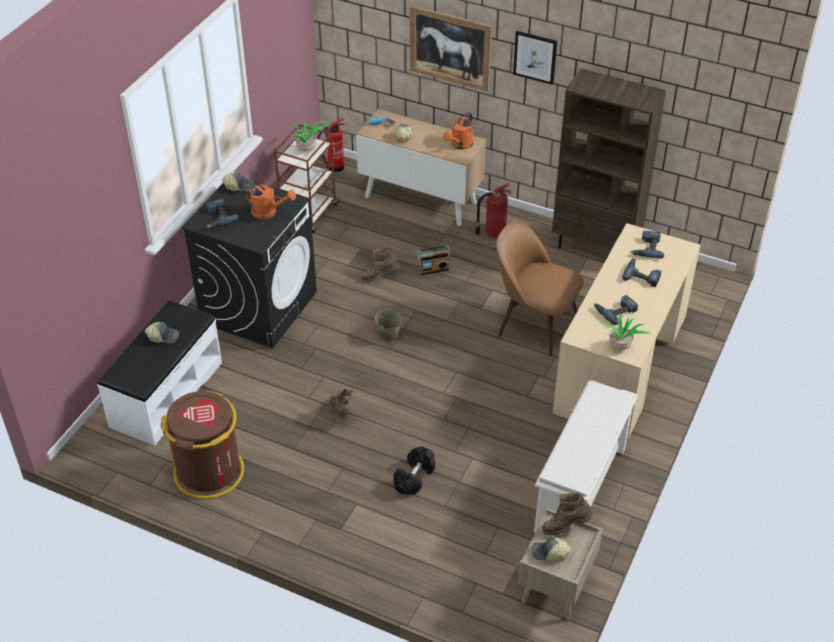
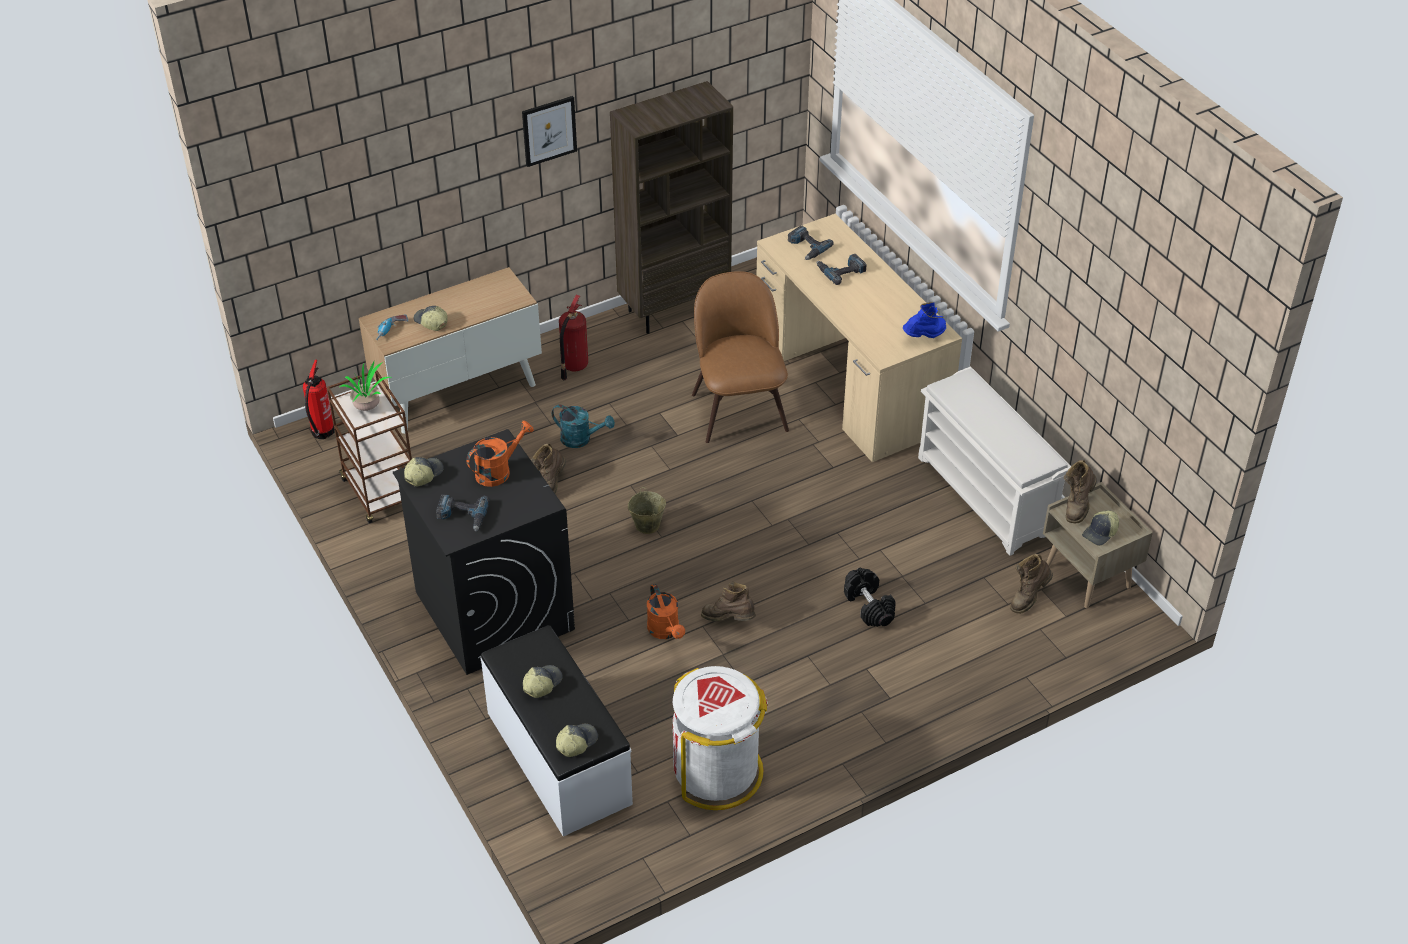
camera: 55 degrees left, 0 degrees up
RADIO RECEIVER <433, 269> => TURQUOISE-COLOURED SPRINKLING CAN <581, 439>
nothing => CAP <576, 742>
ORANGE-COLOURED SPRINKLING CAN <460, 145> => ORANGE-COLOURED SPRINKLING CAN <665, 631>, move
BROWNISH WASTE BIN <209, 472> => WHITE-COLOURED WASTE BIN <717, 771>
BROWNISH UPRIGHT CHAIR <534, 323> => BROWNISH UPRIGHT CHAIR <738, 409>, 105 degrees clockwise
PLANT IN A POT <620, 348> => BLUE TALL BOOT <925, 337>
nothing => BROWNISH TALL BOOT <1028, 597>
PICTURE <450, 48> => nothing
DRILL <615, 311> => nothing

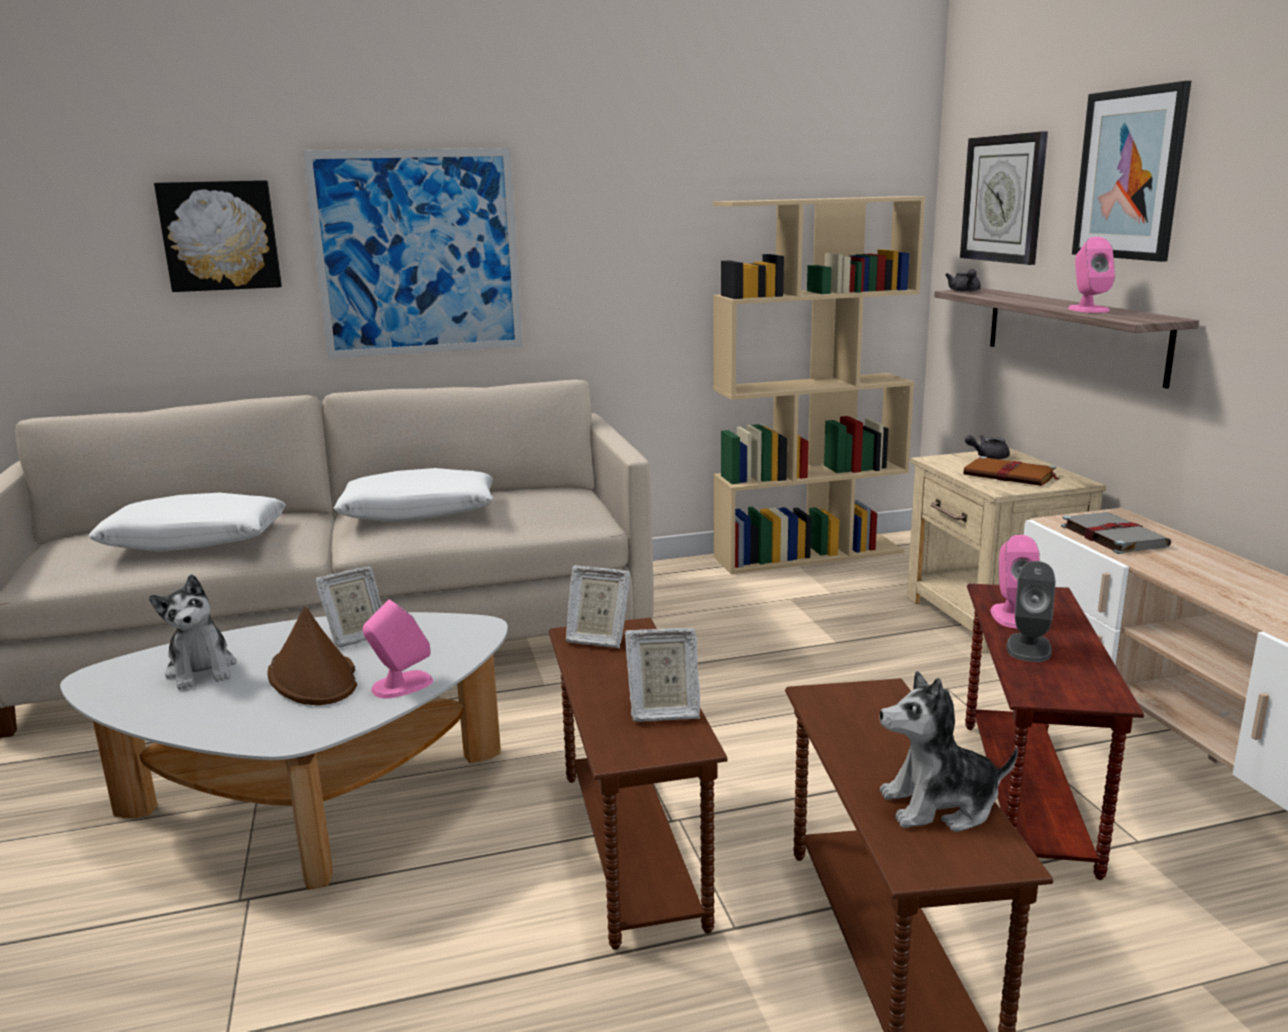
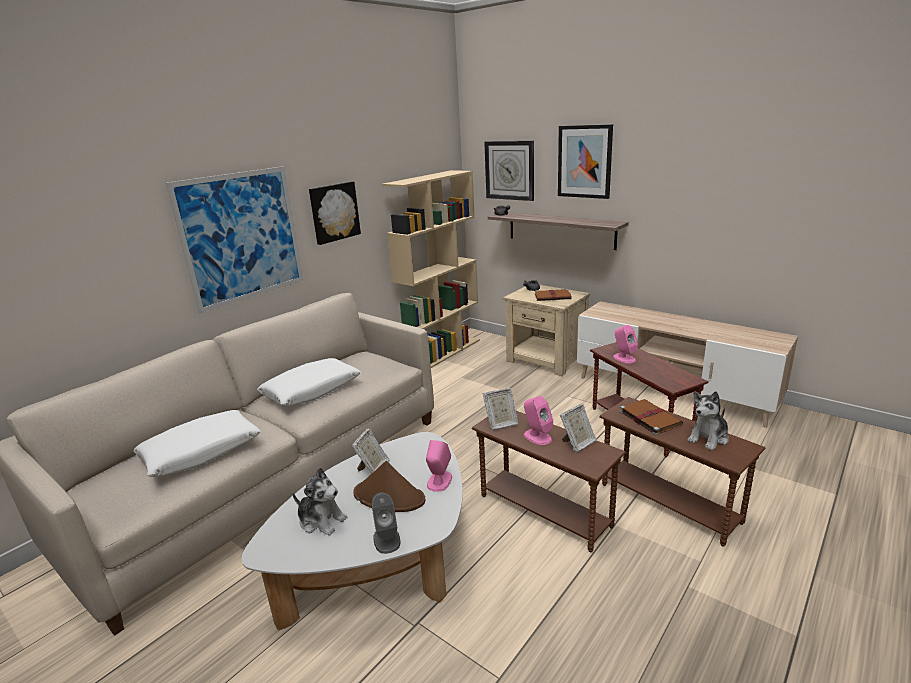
camera: 35 degrees left, 5 degrees up
PICTURE <220, 236> => PICTURE <334, 212>, move
GREY AUDIO SPEAKER <1028, 647> => GREY AUDIO SPEAKER <386, 539>, move
PINKISH AUDIO SPEAKER <1088, 309> => PINKISH AUDIO SPEAKER <537, 437>, move
nothing => BROWNISH VOLUME <649, 418>
GREY VOLUME <1112, 536> => nothing

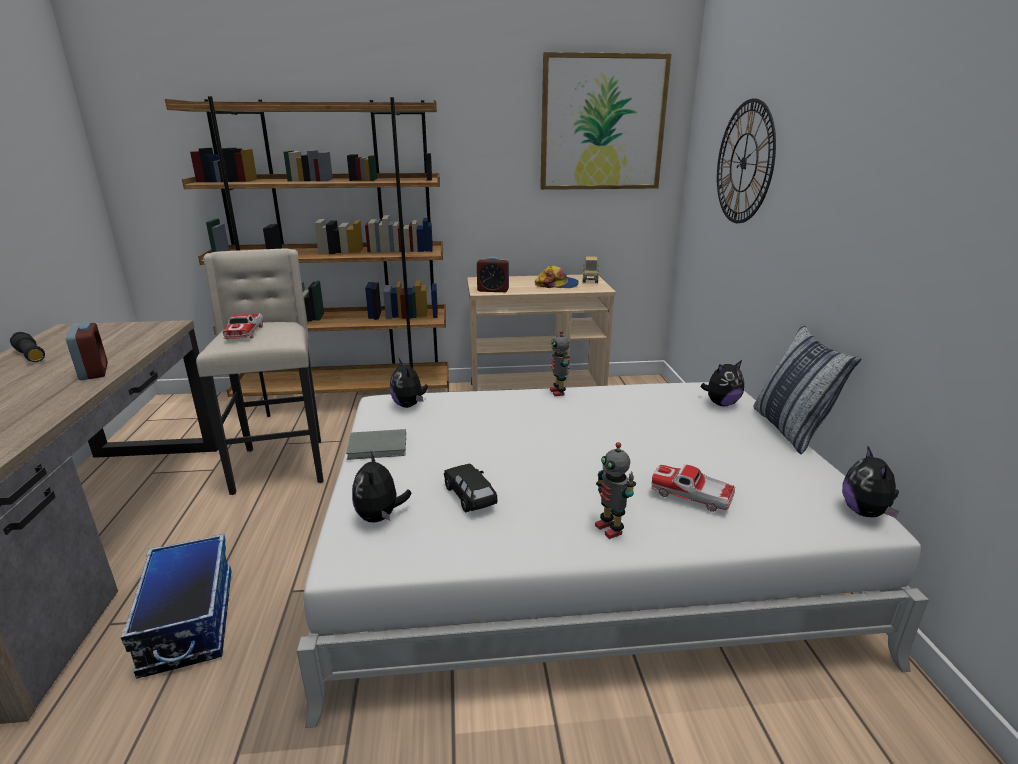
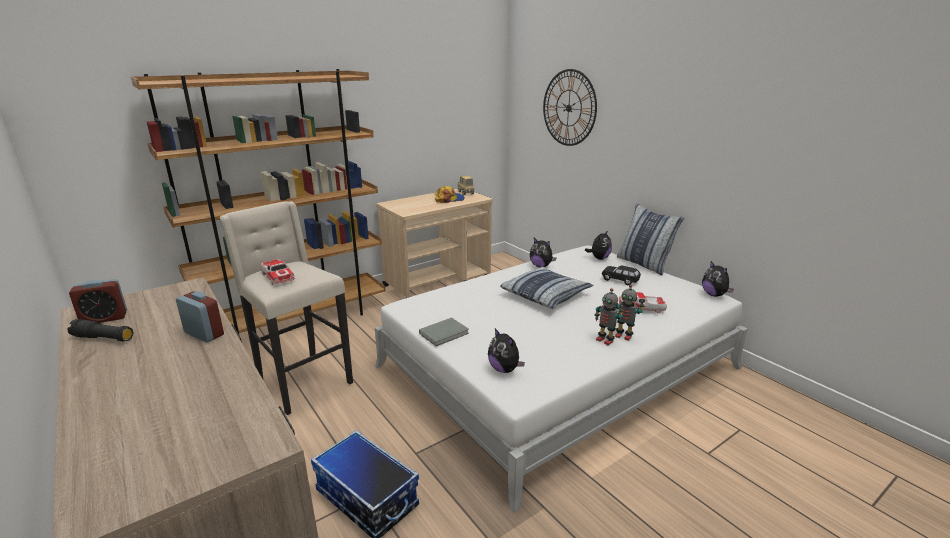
camera: 30 degrees left, 0 degrees up
ALARM CLOCK <493, 290> => ALARM CLOCK <104, 318>, move
nothing => THROW PILLOW <546, 294>
CUDDLY TOY <409, 405> => CUDDLY TOY <541, 266>, move
ROBOT FIGURE <558, 392> => ROBOT FIGURE <605, 340>, move
BLACK TOY CAR <470, 496> => BLACK TOY CAR <620, 280>, move
PICTURE <602, 123> => nothing

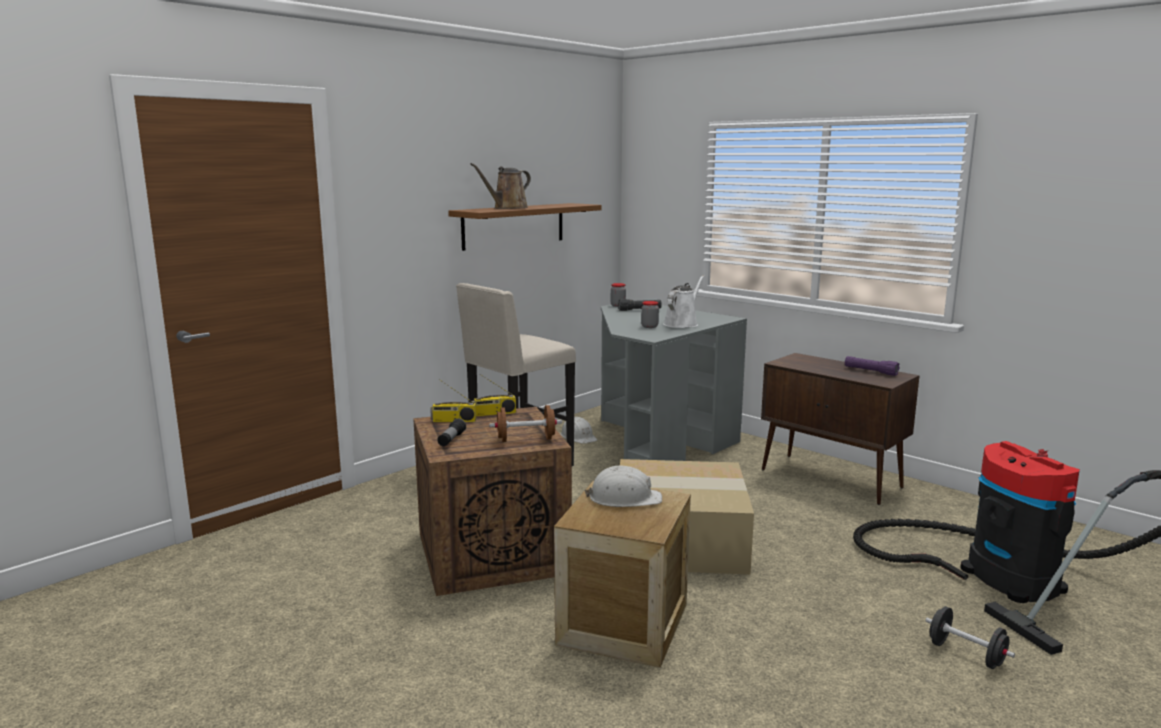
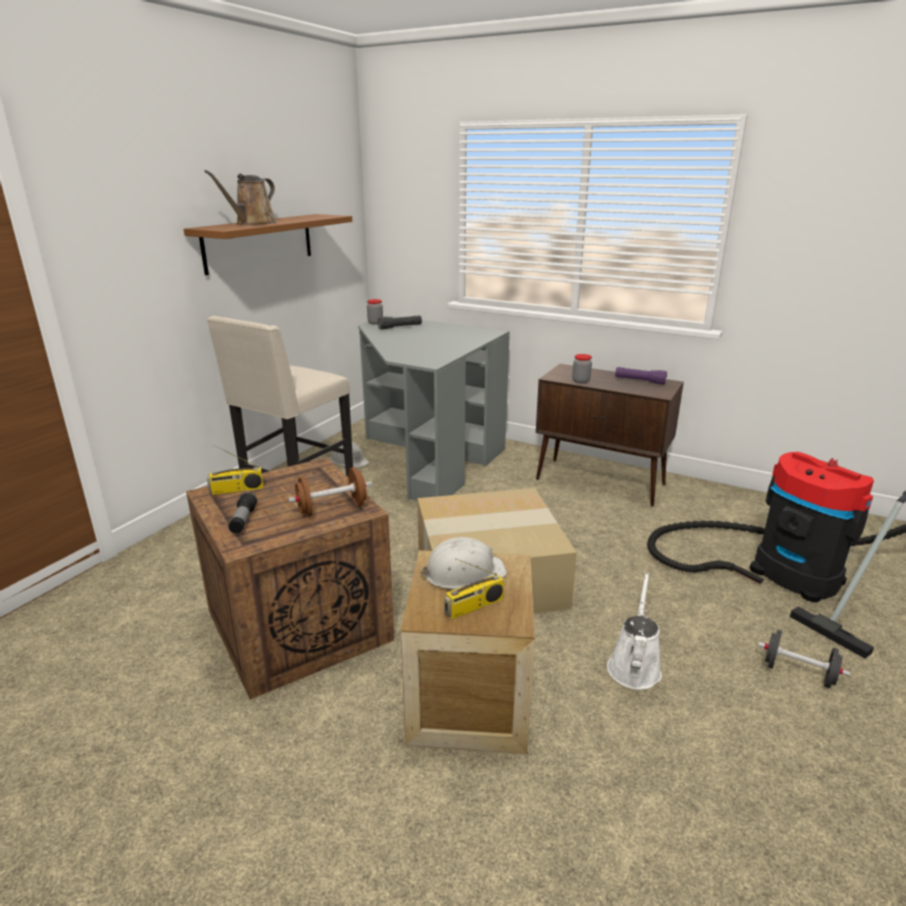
camera: 15 degrees left, 10 degrees up
RADIO RECEIVER <494, 413> => RADIO RECEIVER <474, 607>, move
JAR <649, 326> => JAR <581, 381>, move
WHITE-COLOURED SPRINKLING CAN <682, 324> => WHITE-COLOURED SPRINKLING CAN <634, 665>, move

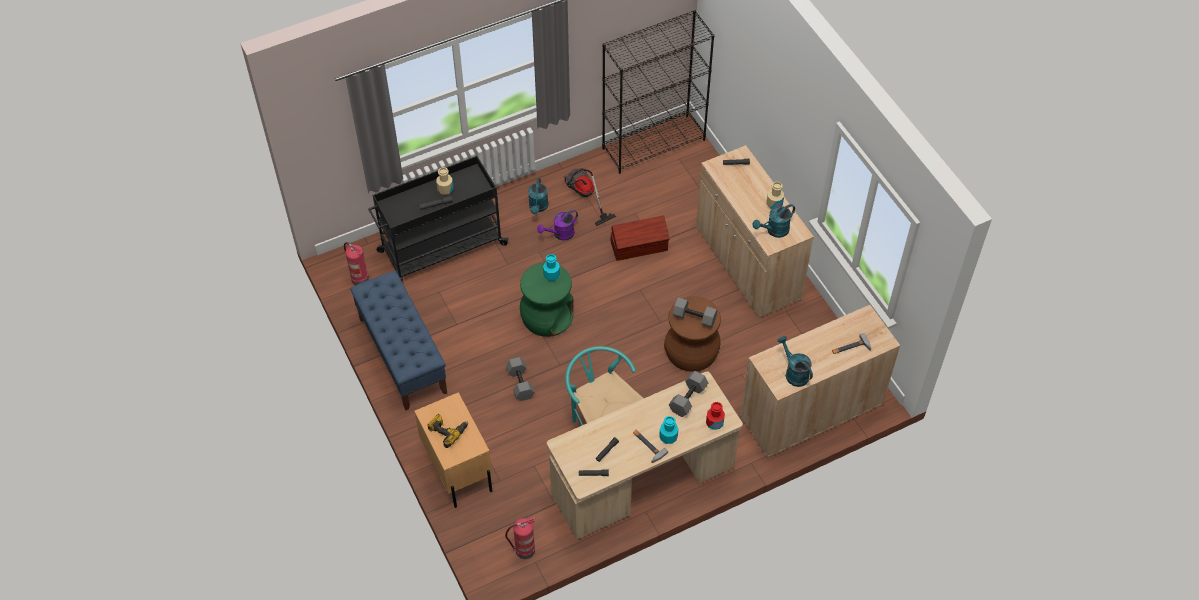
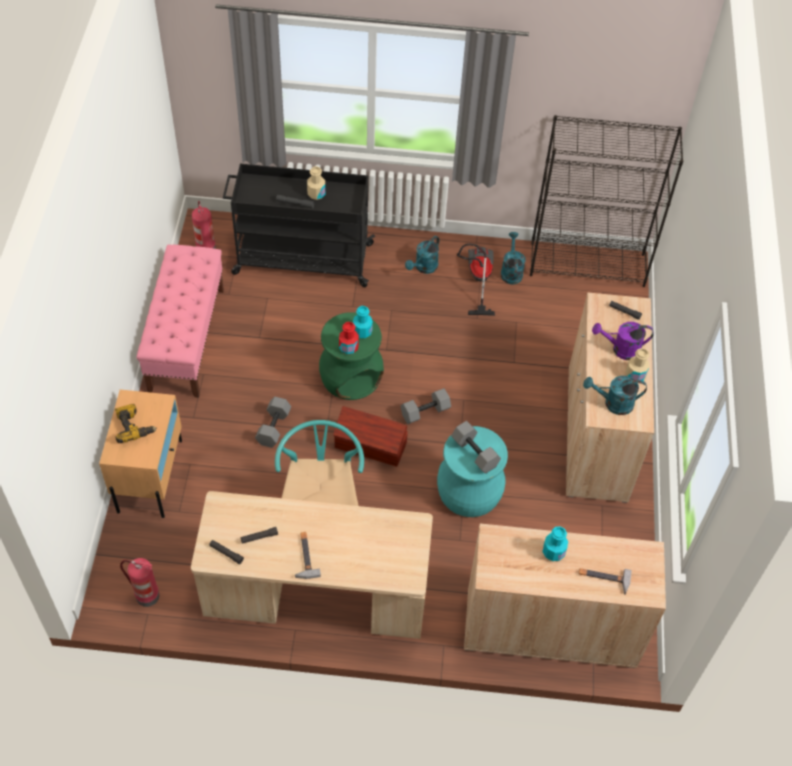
camera: 30 degrees right, 0 degrees up
BLUE LONG SEAT <402, 355> => PINKISH LONG SEAT <186, 339>
BROWNISH STORAGE BOX <639, 247> => BROWNISH STORAGE BOX <371, 446>, move
RED BOTTLE <714, 423> => RED BOTTLE <348, 347>, move
GREY DUMBBELL <687, 398> => GREY DUMBBELL <425, 411>, move
BROWNISH SITTING STOOL <692, 351> => TURQUOISE-COLOURED SITTING STOOL <469, 491>
TURQUOISE-COLOURED SPRINKLING CAN <794, 373> => TURQUOISE-COLOURED SPRINKLING CAN <511, 271>, move
TURQUOISE-COLOURED BOTTLE <668, 437> => TURQUOISE-COLOURED BOTTLE <553, 552>, move
PURPLISH SPRINKLING CAN <560, 234> => PURPLISH SPRINKLING CAN <621, 349>, move

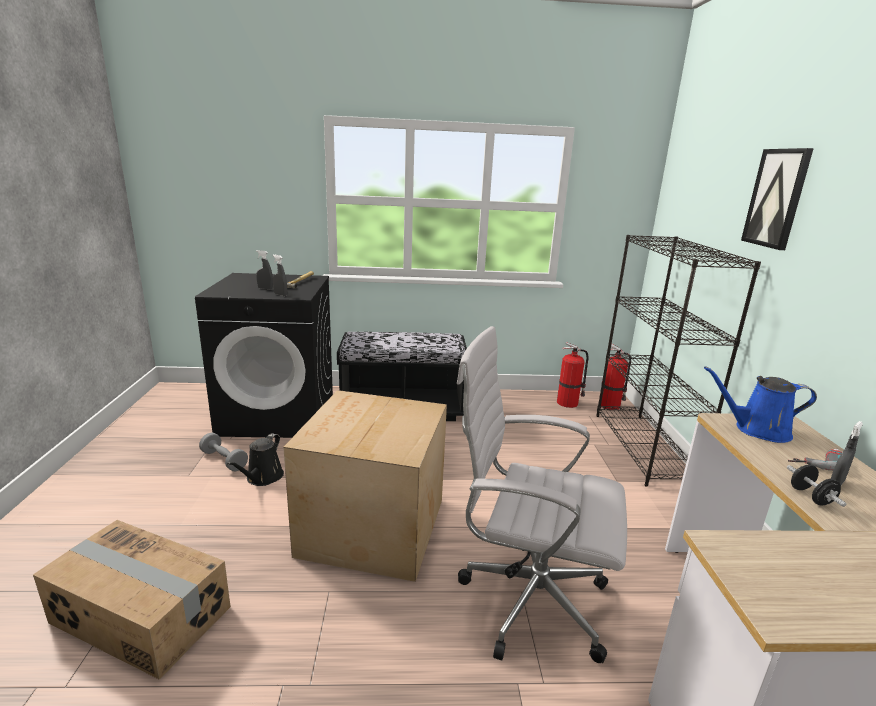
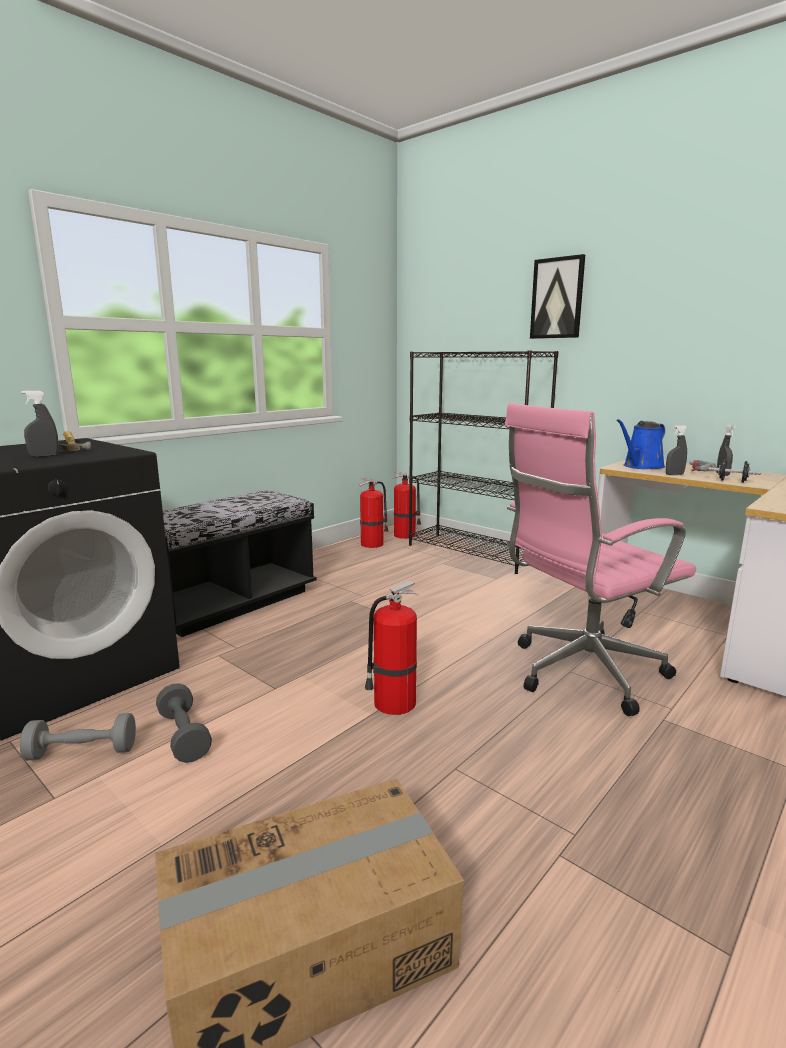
camera: 45 degrees left, 5 degrees down
BLACK SPRINKLING CAN <262, 478> => GREY DUMBBELL <184, 736>
CARDBOARD BOX <370, 528> => FIRE EXTINGUISHER <392, 703>
WHITE-COLOURED COMPUTER CHAIR <526, 599> => PINKISH COMPUTER CHAIR <581, 673>
GREY SPRAYER <280, 295> => GREY SPRAYER <674, 474>, move

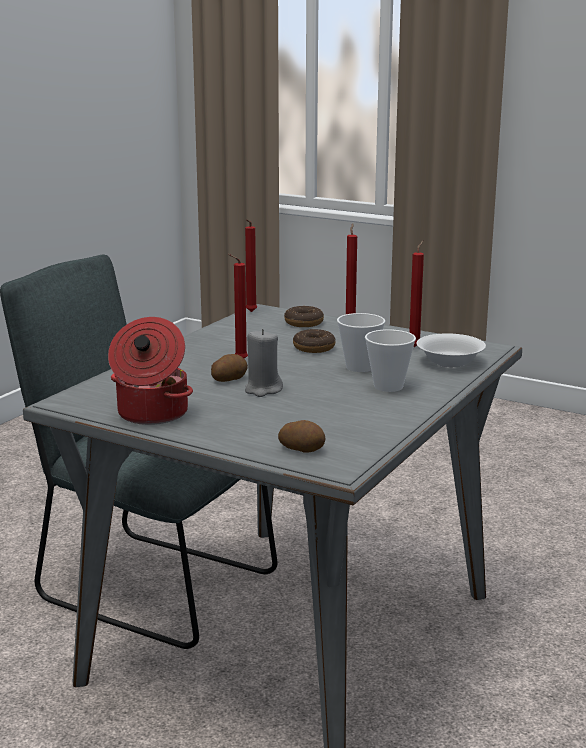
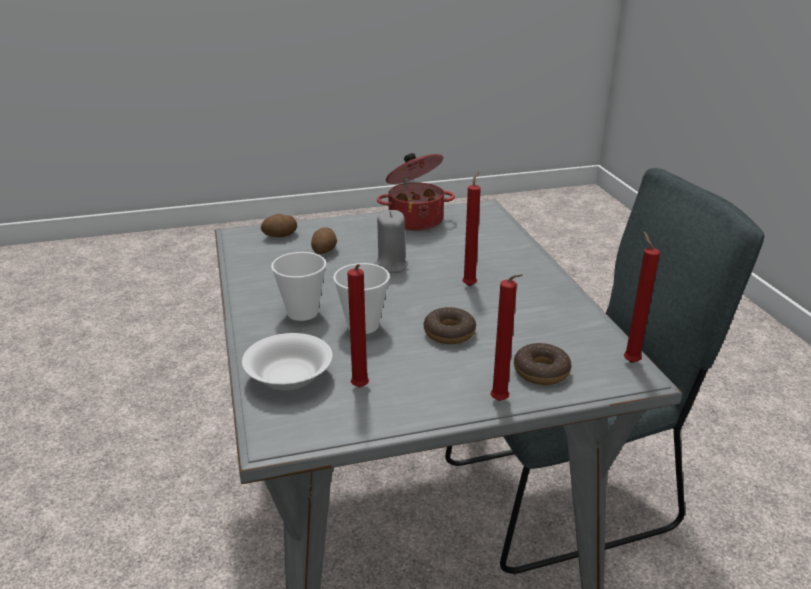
camera: 135 degrees right, 10 degrees up
SPUD <228, 379> => SPUD <325, 250>, move

